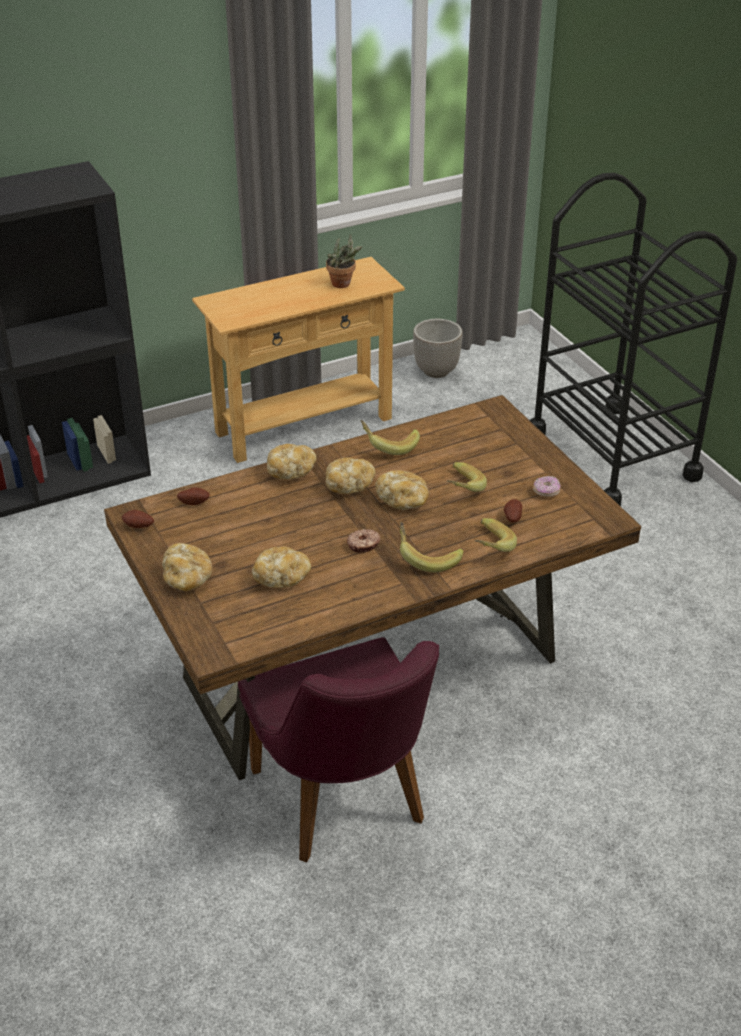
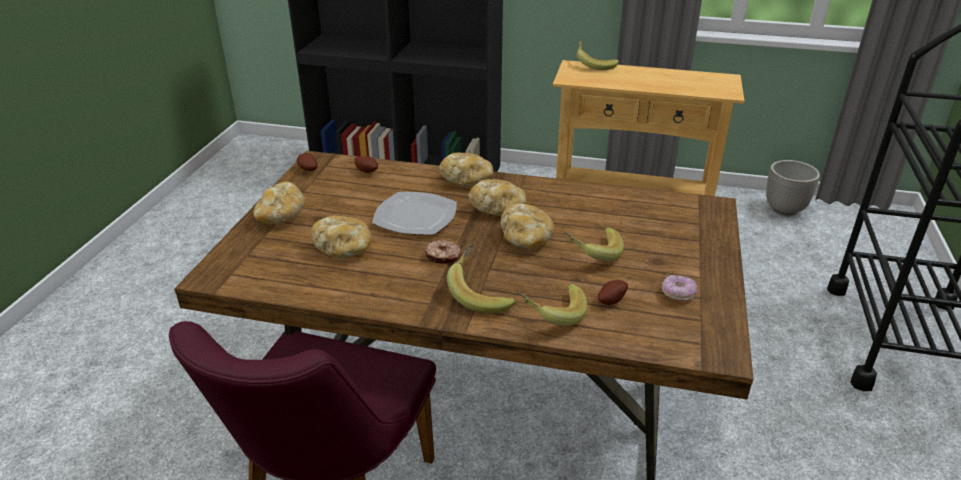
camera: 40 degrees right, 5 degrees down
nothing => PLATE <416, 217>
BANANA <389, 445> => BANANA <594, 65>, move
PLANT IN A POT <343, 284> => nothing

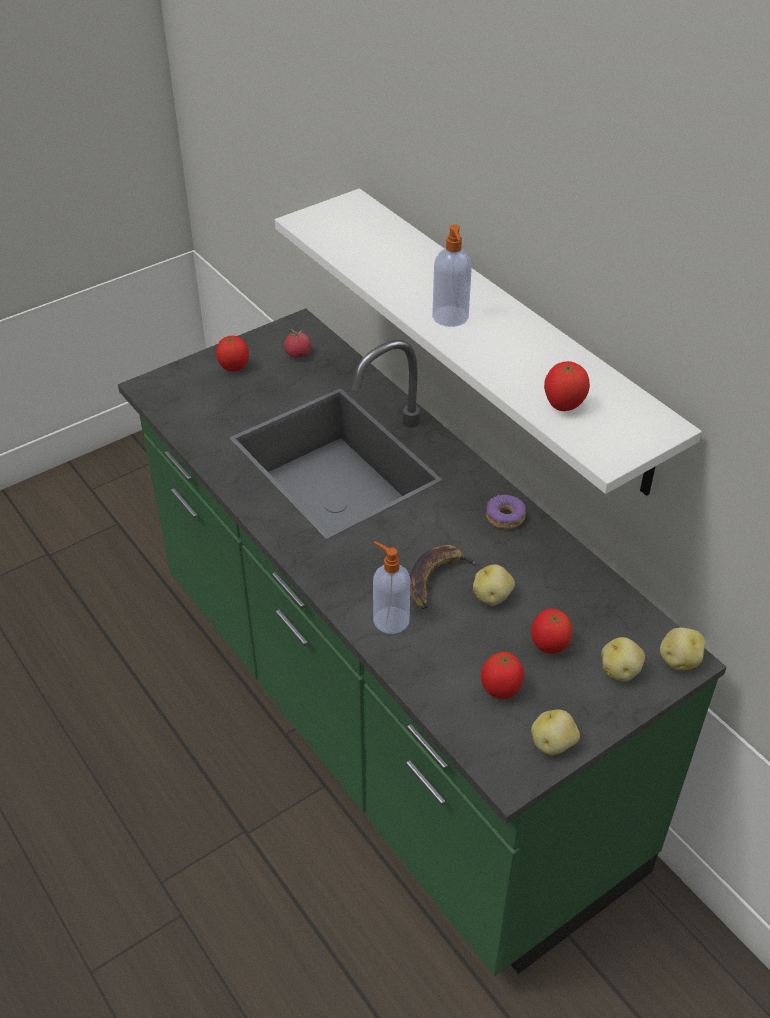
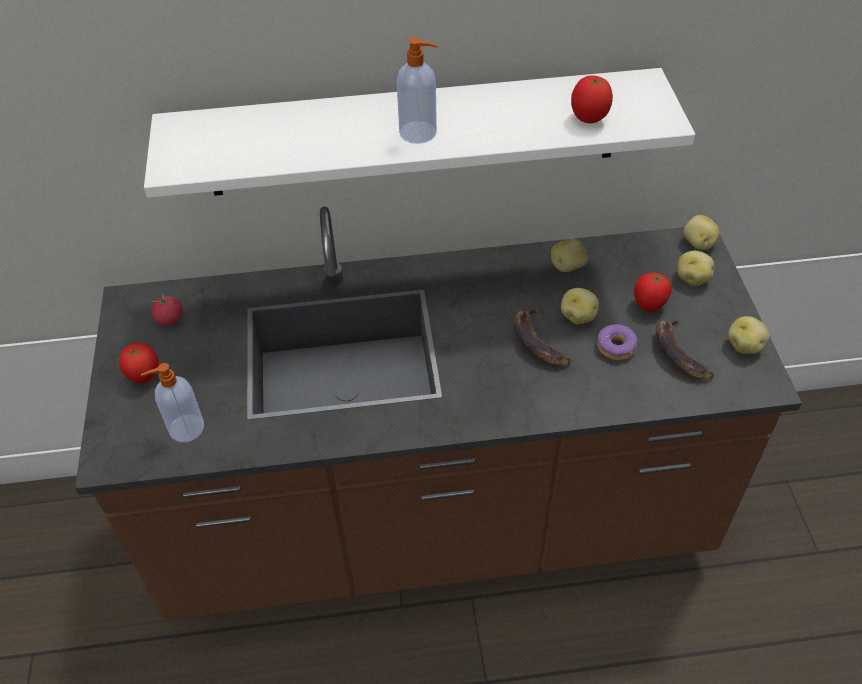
camera: 60 degrees left, 5 degrees up
GREEN-COLOURED KITCHEN COUNTER <385, 722> => BROWNISH KITCHEN COUNTER <436, 523>
SOAP BOTTLE <390, 619> => SOAP BOTTLE <185, 429>, move
nothing => SPUD <568, 266>
RING DOUGHNUT <505, 517> => RING DOUGHNUT <616, 347>, move
TOMATO <501, 690> => BANANA <679, 353>

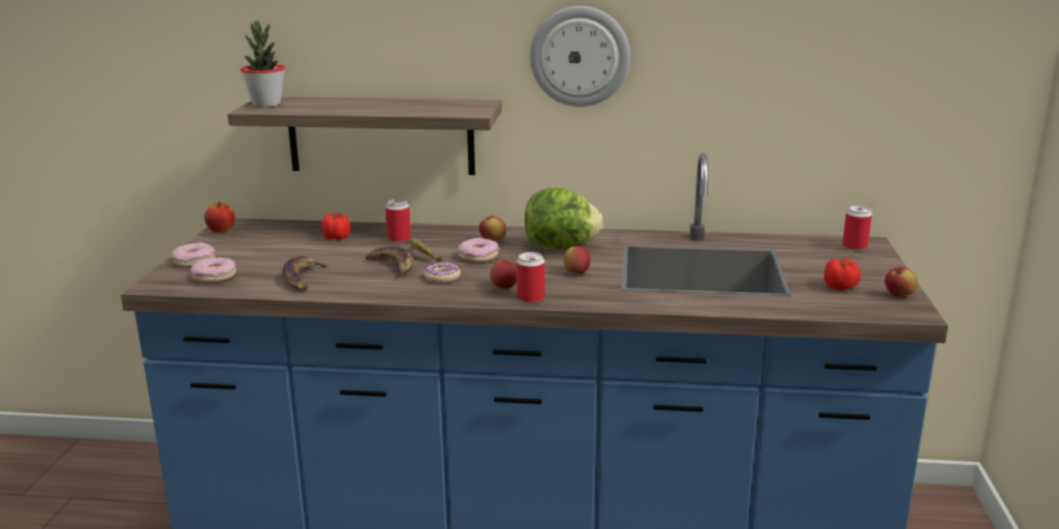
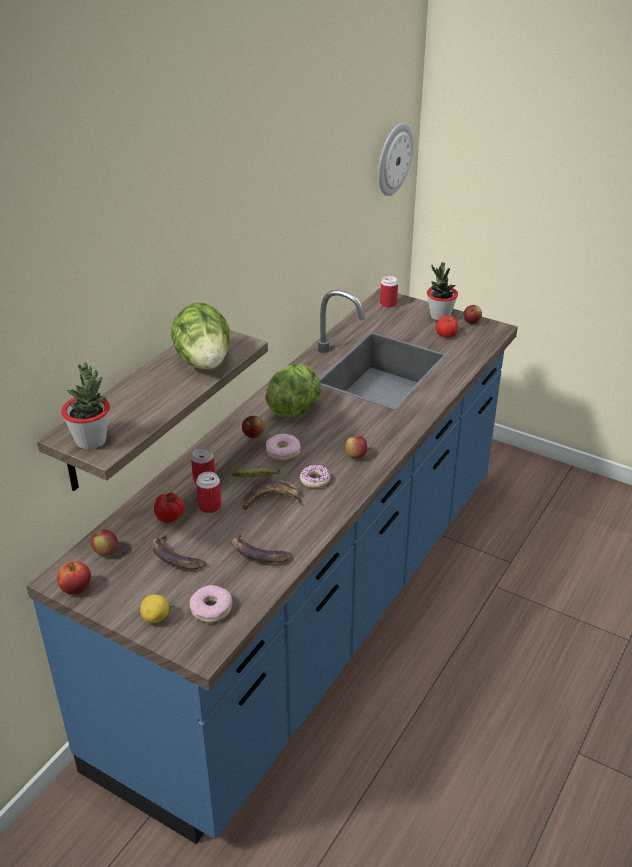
camera: 65 degrees left, 15 degrees up
APPLE <576, 272> => APPLE <106, 552>, move
RING DOUGHNUT <194, 261> => CITRUS FRUIT <156, 618>
nothing => BANANA <175, 557>
nothing => LETTUCE HEAD <204, 362>
SEALED CAN <530, 298> => SEALED CAN <210, 507>, move
WALL CLOCK <579, 56> => WALL CLOCK <393, 159>, move
nothing => PLANT IN A POT <440, 316>

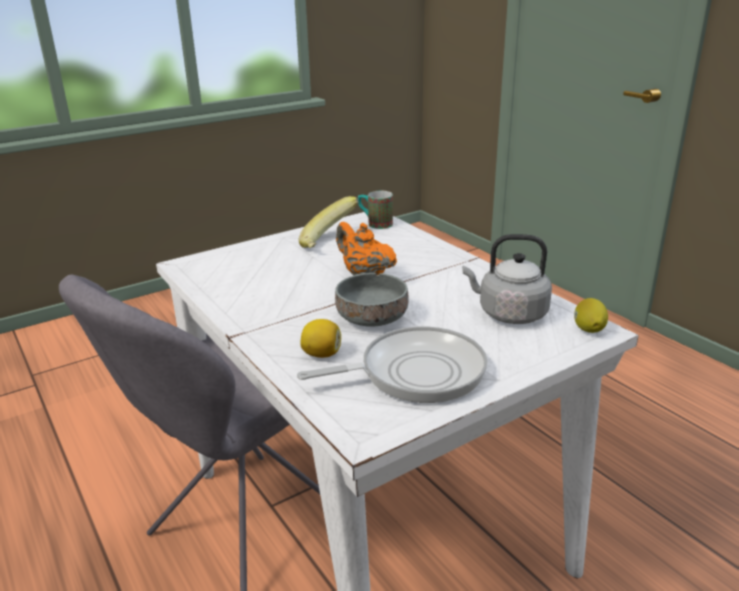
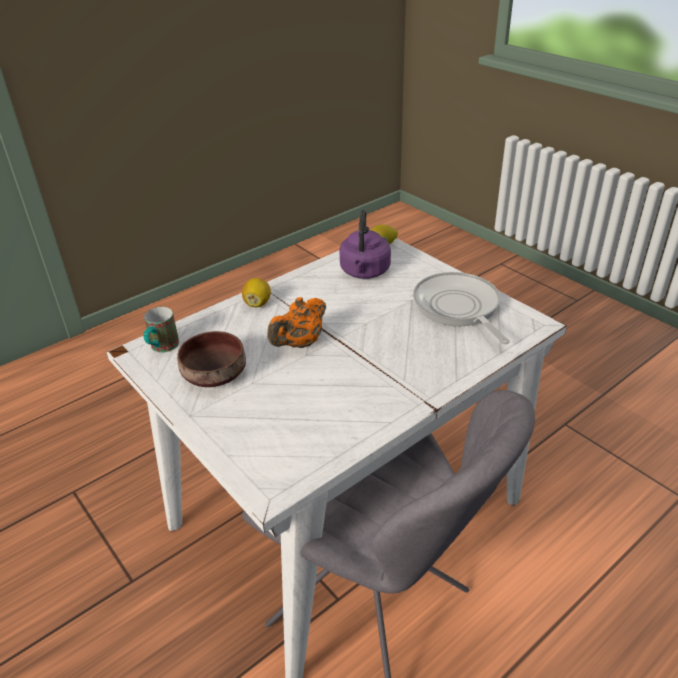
camera: 95 degrees left, 10 degrees up
BANANA <330, 243> => BROWNISH DEEP DISH <215, 375>
CITRUS FRUIT <321, 354> => CITRUS FRUIT <257, 303>, move
GREY KETTLE <508, 314> => PURPLISH KETTLE <364, 272>
GREY DEEP DISH <370, 318> => nothing

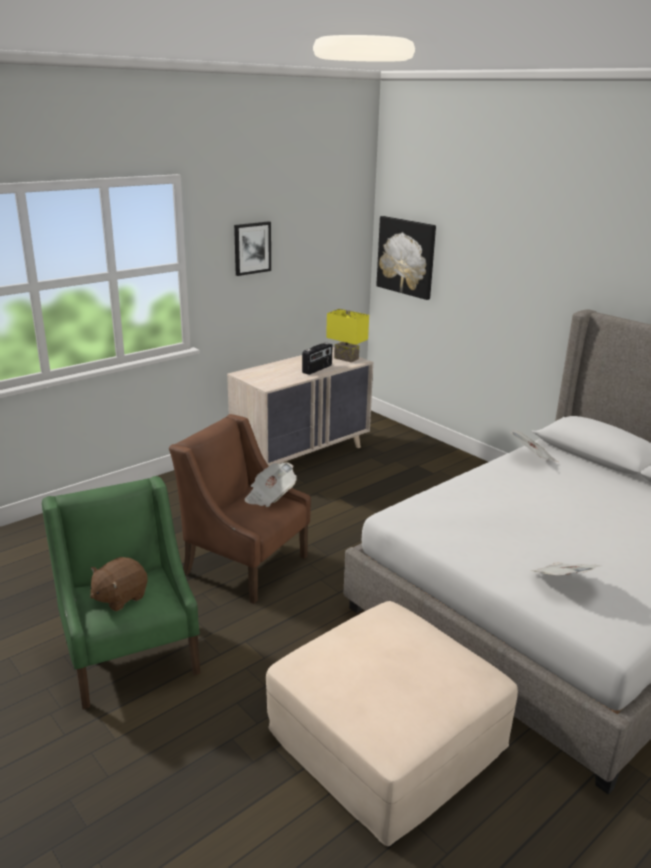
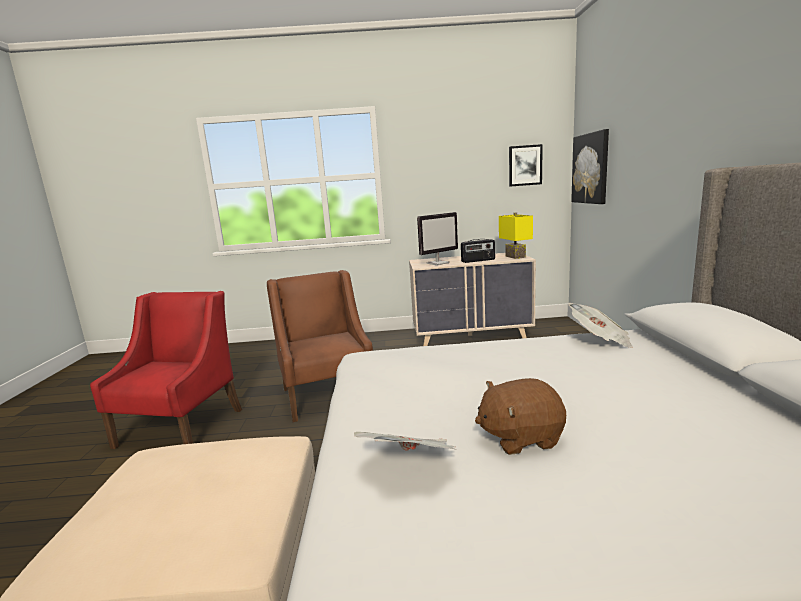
camera: 40 degrees right, 10 degrees down
GREEN-COLOURED ARMCHAIR <131, 654> => RED ARMCHAIR <182, 427>
nothing => COMPUTER SCREEN <438, 263>
BROWNISH CUDDLY TOY <119, 597> => BROWNISH CUDDLY TOY <520, 437>, move
PICTURE <252, 248> => PICTURE <525, 165>, move
DAILY PAPER <270, 497> => nothing

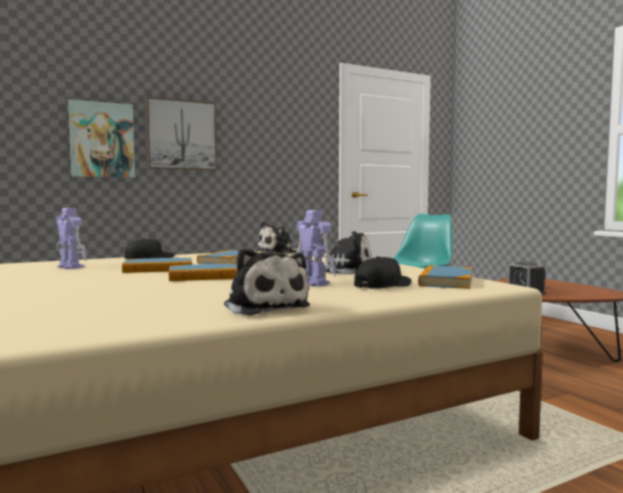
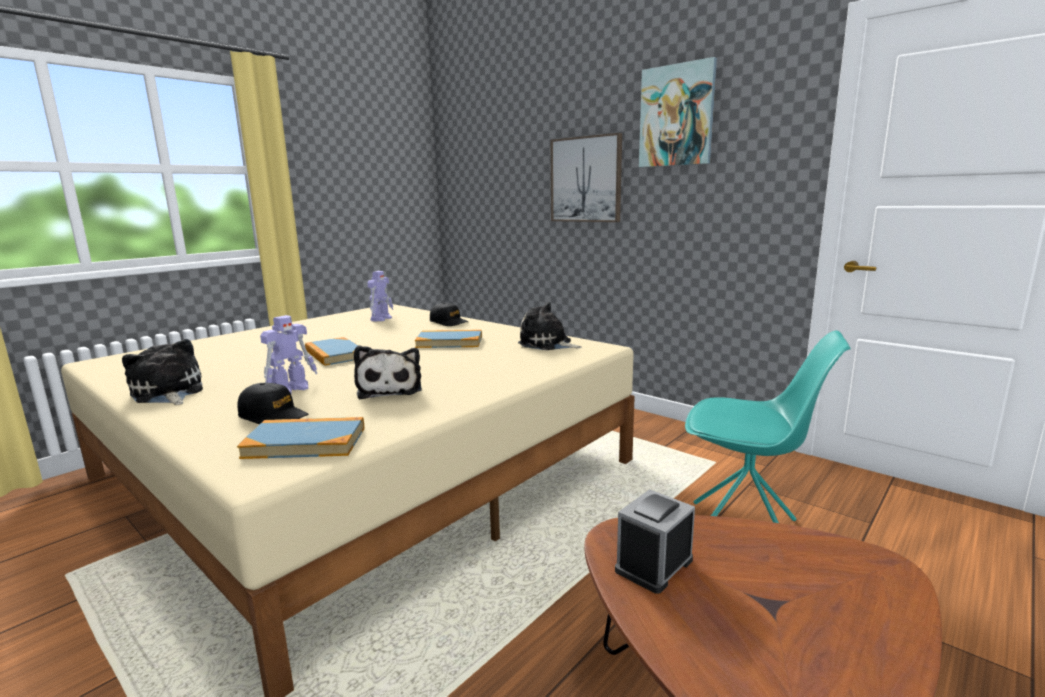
camera: 70 degrees right, 10 degrees up
CUDDLY TOY <265, 307> => CUDDLY TOY <168, 393>, 105 degrees clockwise
PICTURE <102, 140> => PICTURE <677, 116>, move
VOLUME <158, 269> => nothing

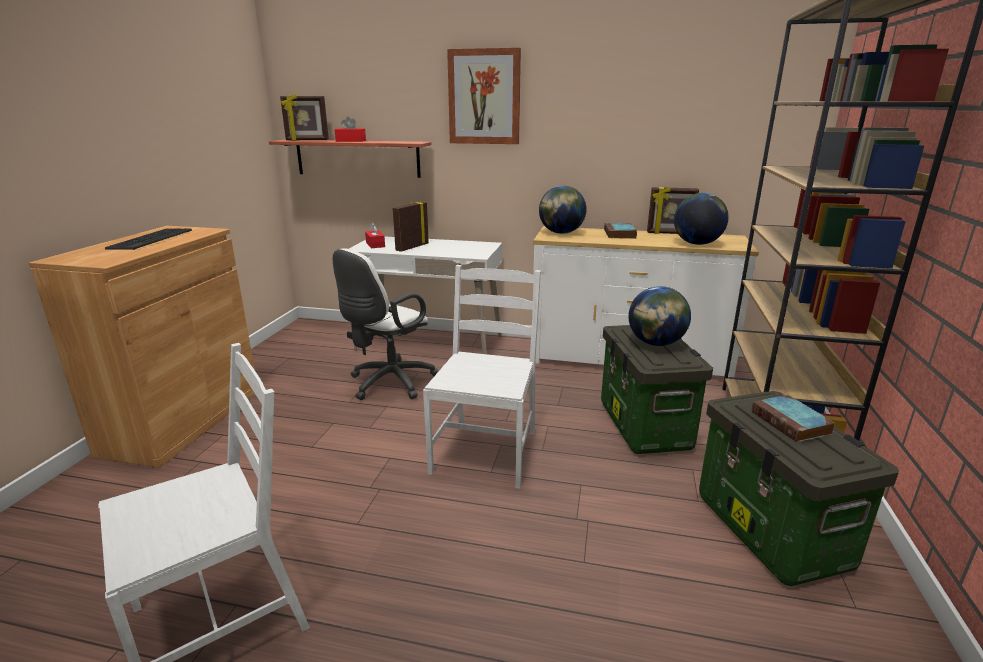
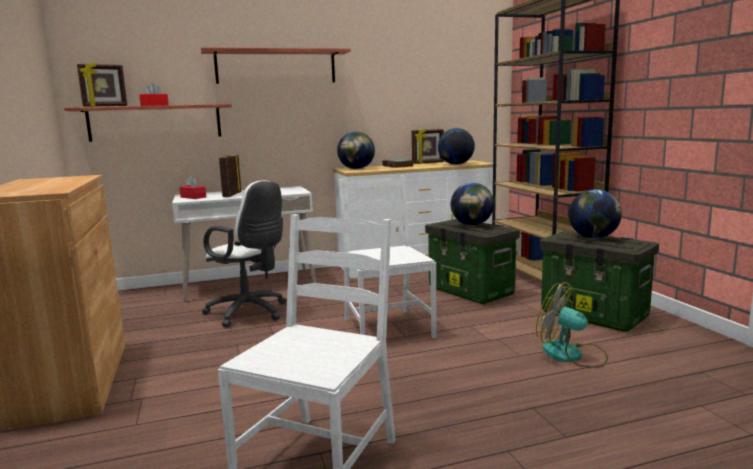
camera: 30 degrees left, 10 degrees down
PICTURE <484, 97> => SHELF <276, 67>
WHITE-COLOURED COMPUTER CHAIR <388, 383> => WHITE-COLOURED COMPUTER CHAIR <250, 313>, 60 degrees counterclockwise
nothing => COOLING FAN <571, 355>
VOLUME <792, 423> => DESK GLOBE <593, 237>
PC KEYBOARD <150, 239> => nothing

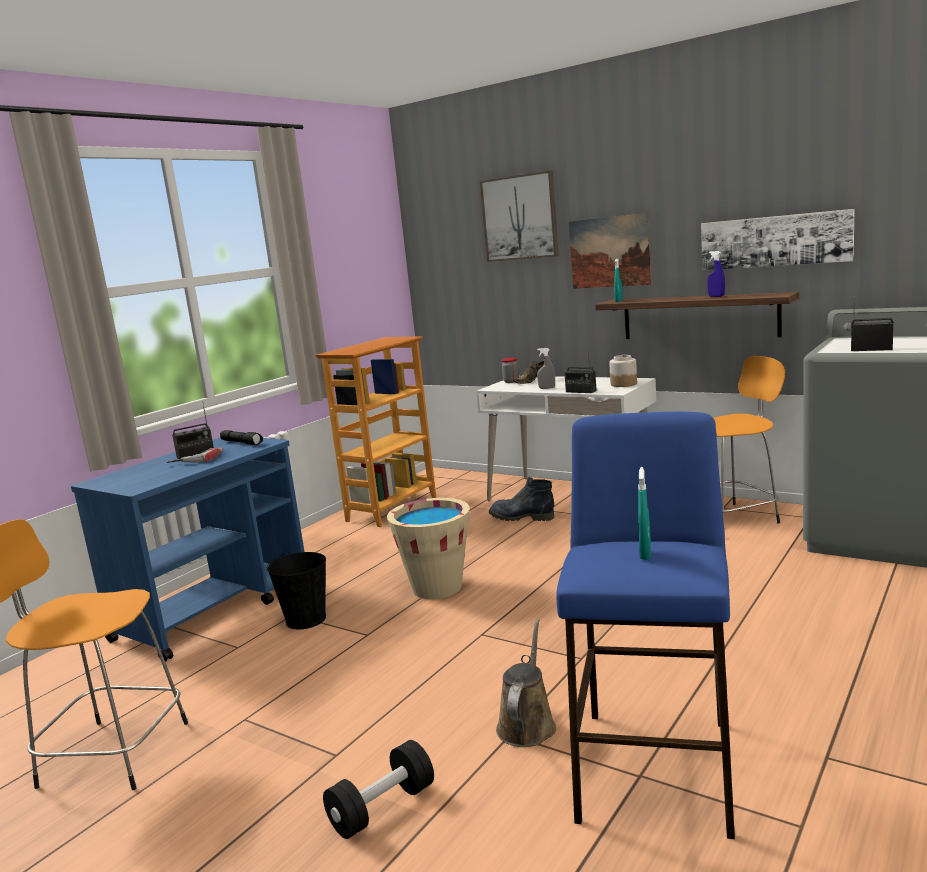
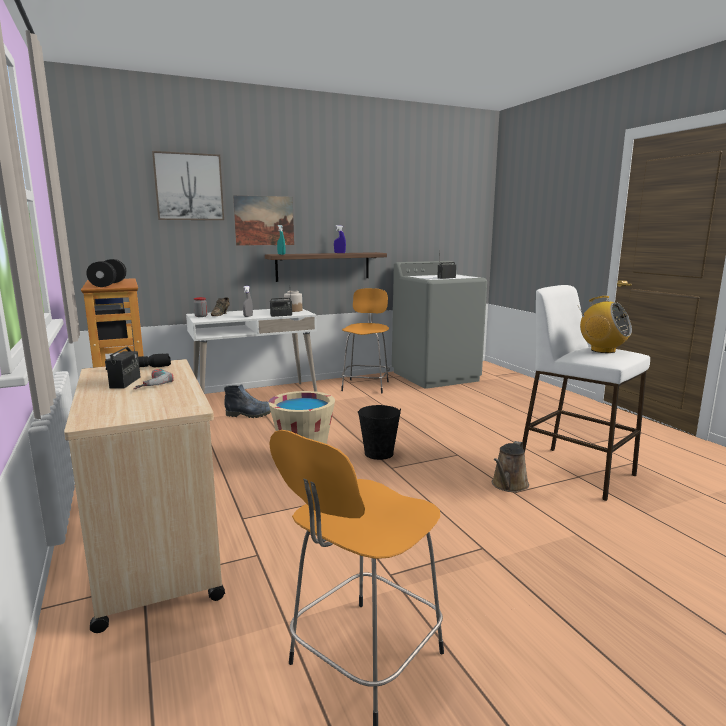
camera: 60 degrees left, 0 degrees up
BLUE WHEELED CART <215, 610> => BEIGE-COLOURED WHEELED CART <155, 552>
BLACK DUMBBELL <382, 808> => BLACK DUMBBELL <108, 284>, move
TALL BOOT <520, 517> => TALL BOOT <251, 414>, 135 degrees counterclockwise
BLACK PAIL <306, 619> => BLACK PAIL <378, 453>, move
BROWNISH SPRINKLING CAN <527, 724> => BROWNISH SPRINKLING CAN <508, 485>, 105 degrees counterclockwise
BLUE SITTING STOOL <655, 768> => WHITE-COLOURED SITTING STOOL <575, 472>
TURQUOISE-COLOURED SPRAYER <645, 554> => RADIO RECEIVER <602, 350>
PICTURE <775, 241> => nothing

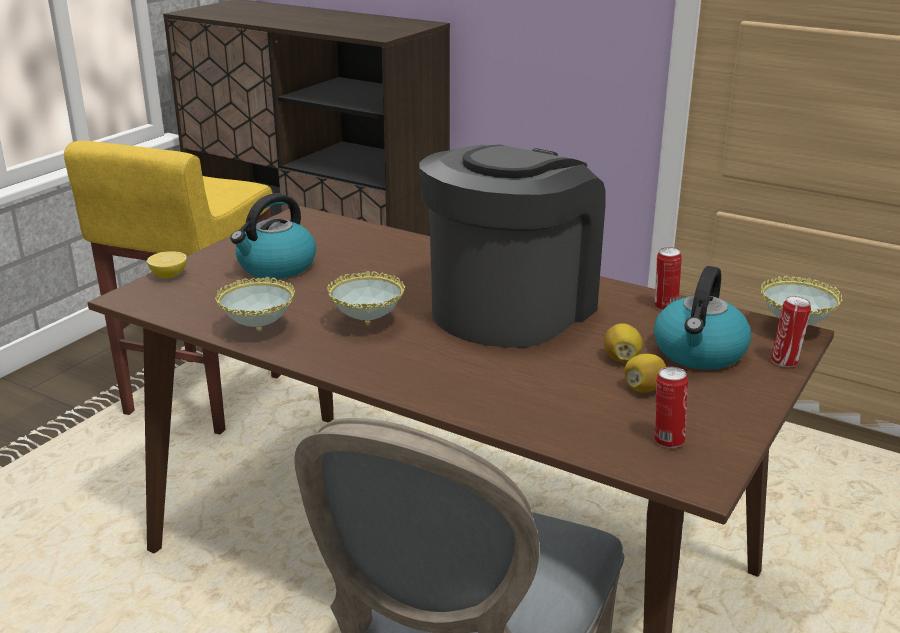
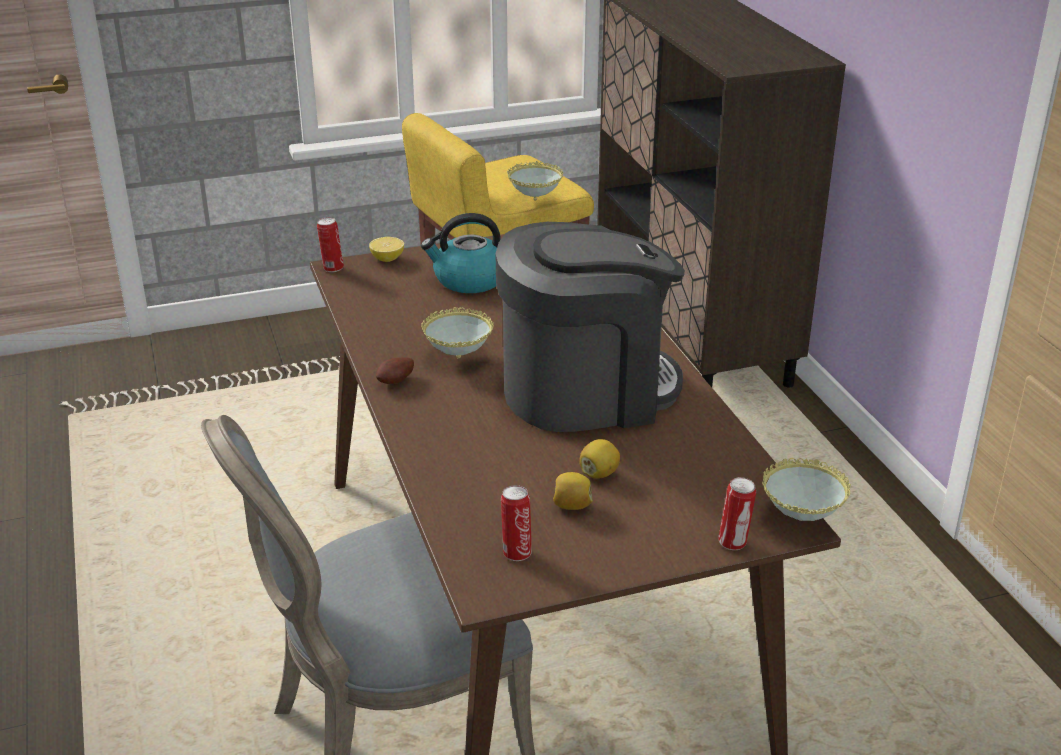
camera: 40 degrees right, 5 degrees up
SEALED CAN <665, 307> => SEALED CAN <332, 268>, move
nothing => SPUD <396, 382>
DEEP DISH <259, 331> => DEEP DISH <535, 200>, move
KETTLE <699, 353> => nothing

